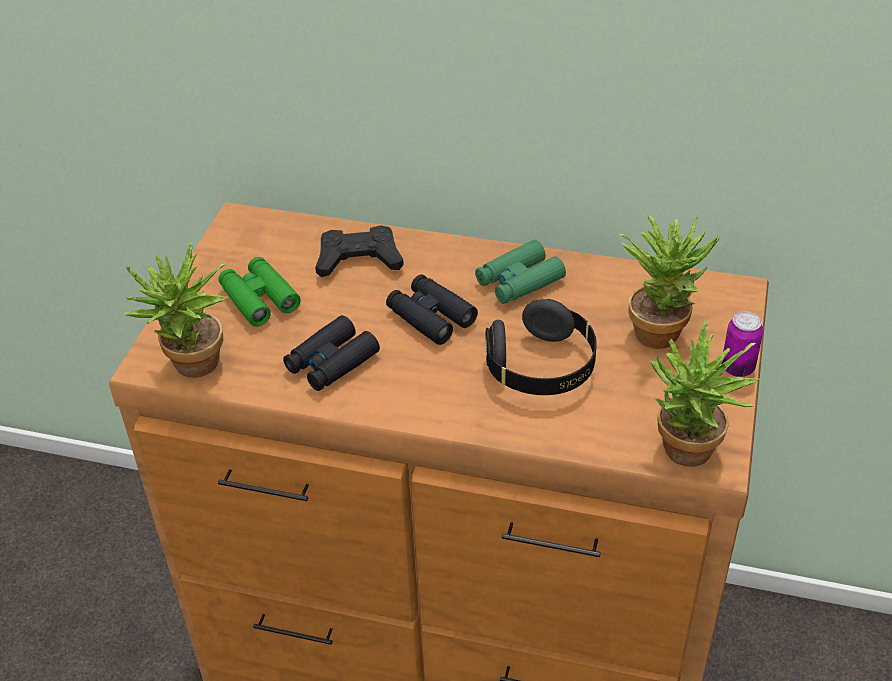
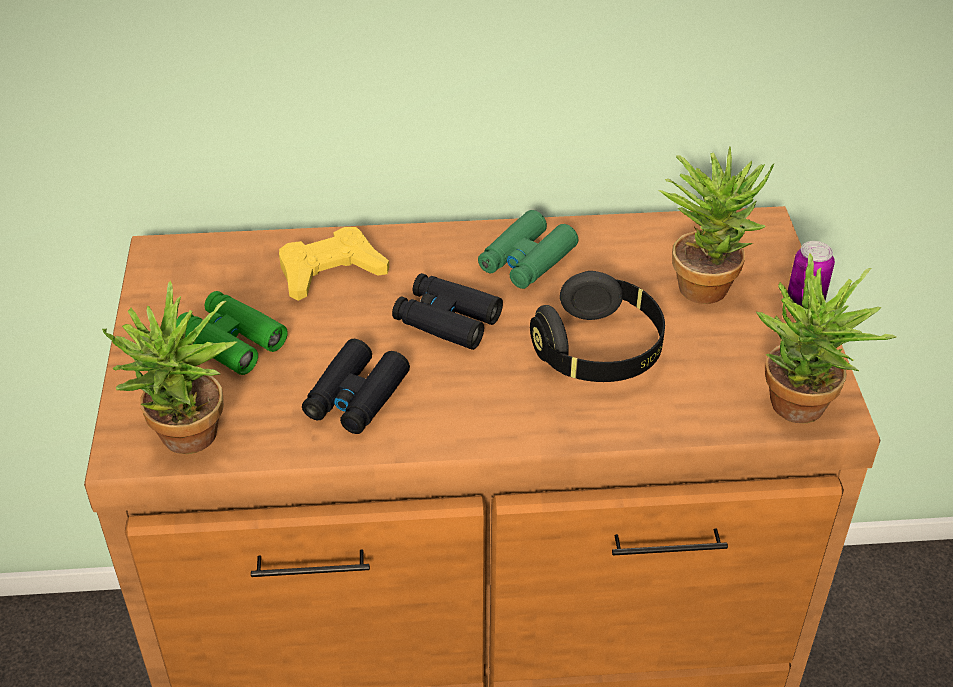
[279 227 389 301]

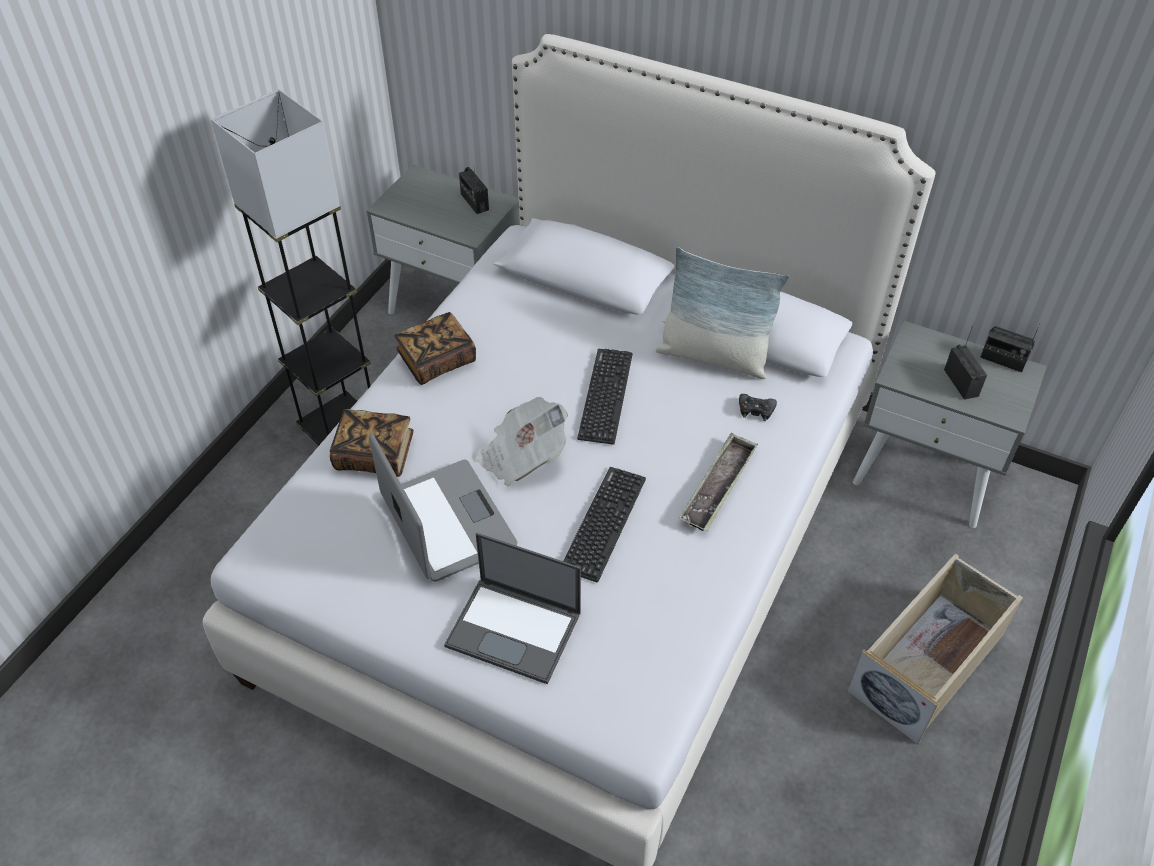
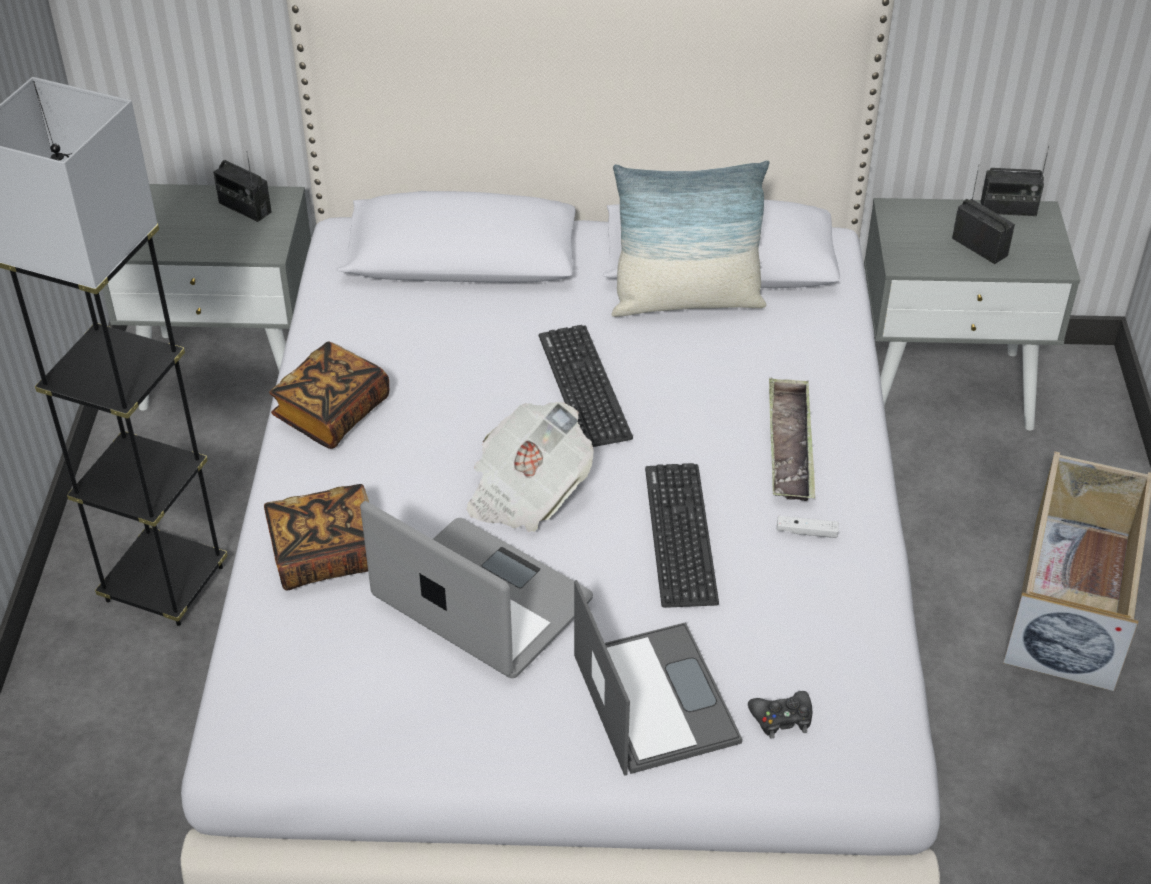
[748 691 812 738]
[574 580 742 776]
[777 516 839 538]

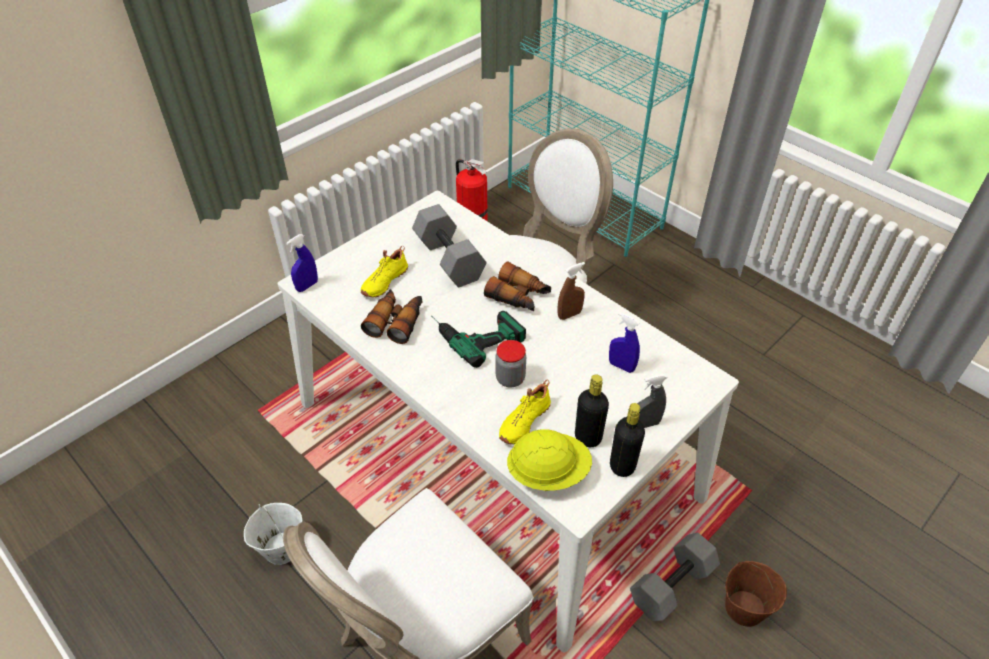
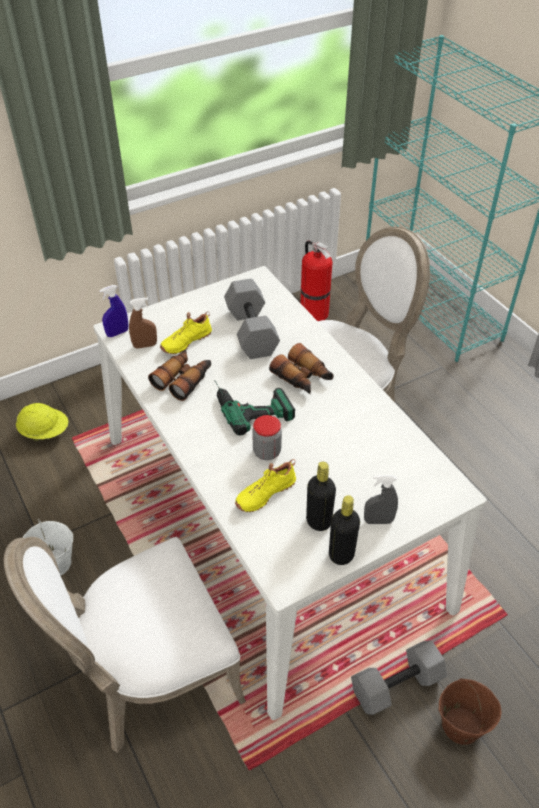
[129 297 157 349]
[609 313 640 373] (first image)
[16 403 69 441]

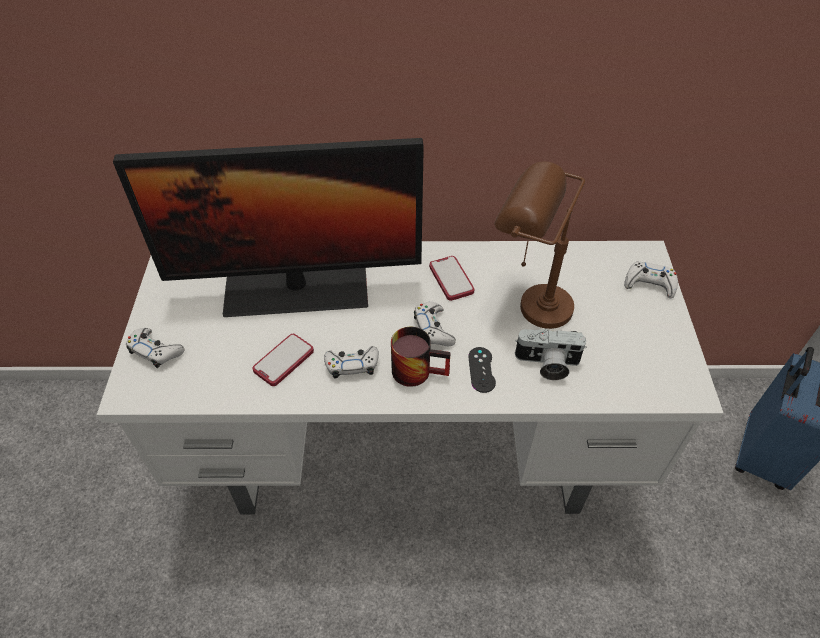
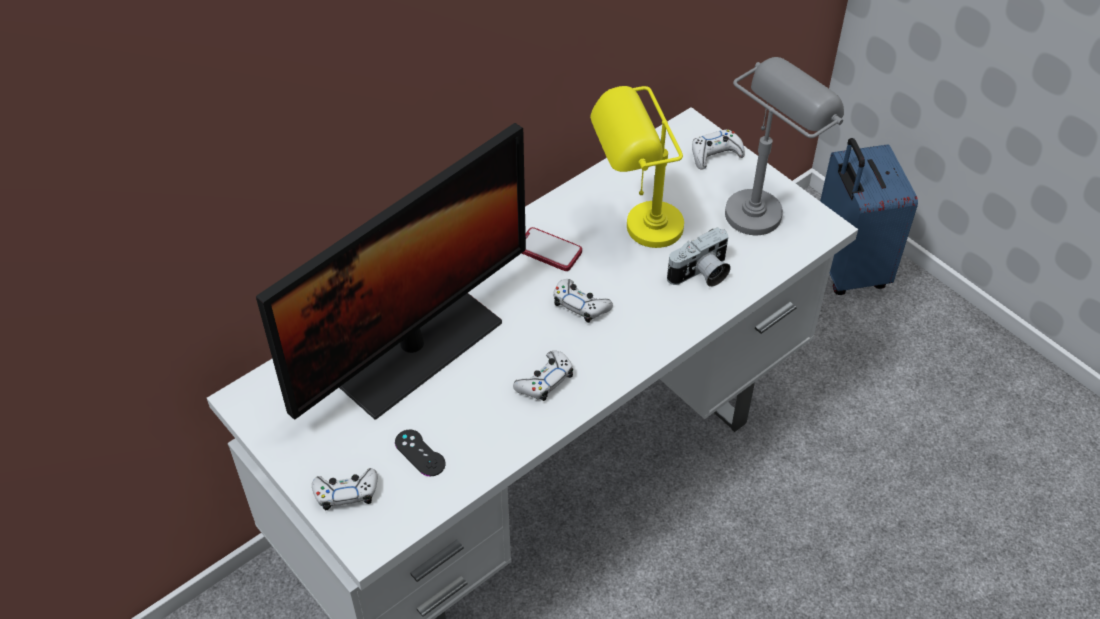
[590 86 684 248]
[391 327 451 387] (first image)
[252 334 314 386] (first image)
[395 430 445 477]
[725 57 844 235]

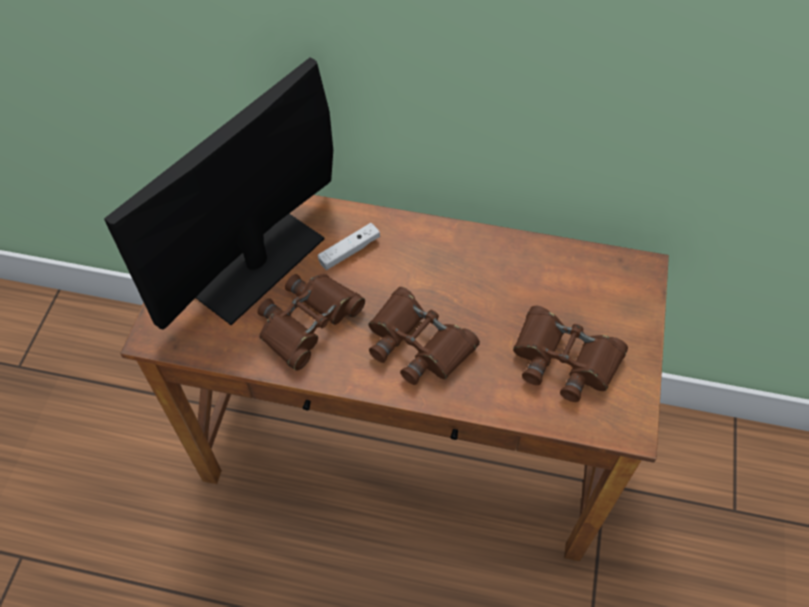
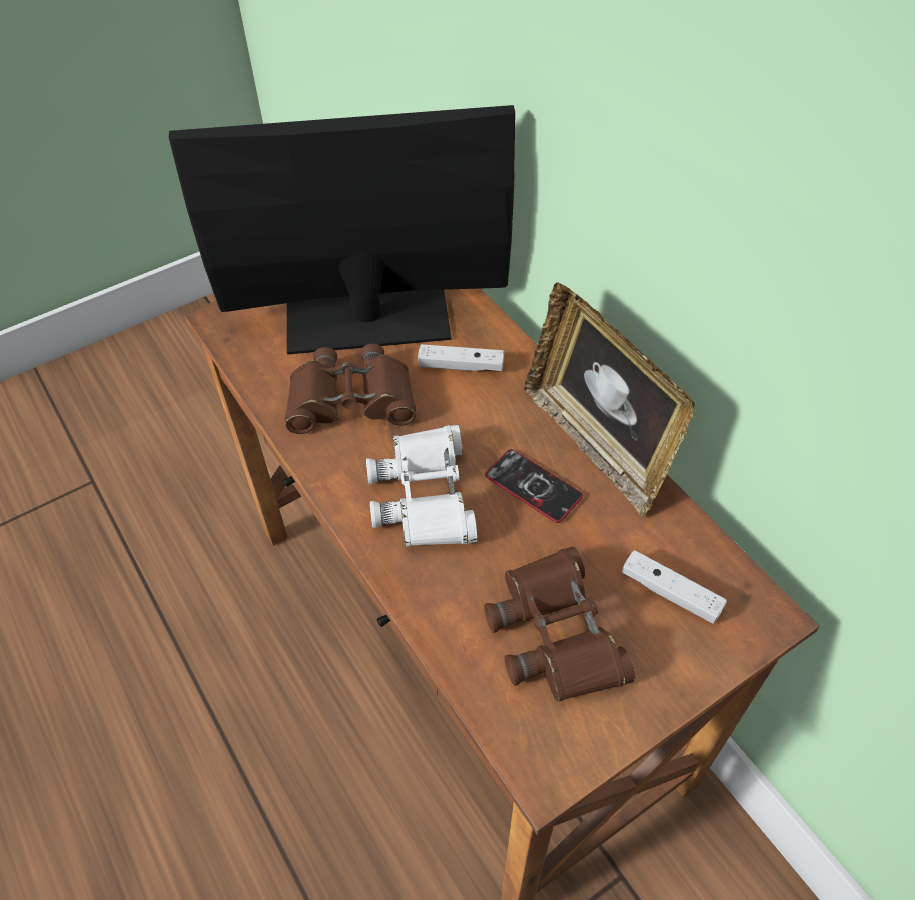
[366 425 478 546]
[524 283 695 517]
[485 449 583 523]
[622 550 727 624]

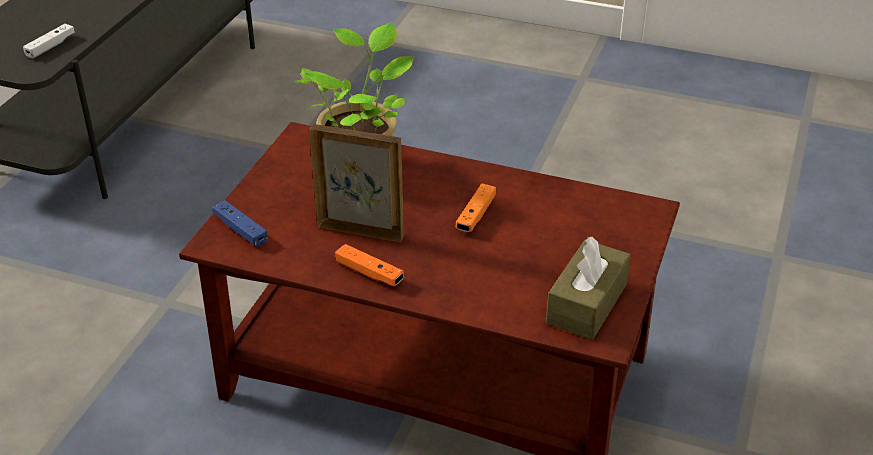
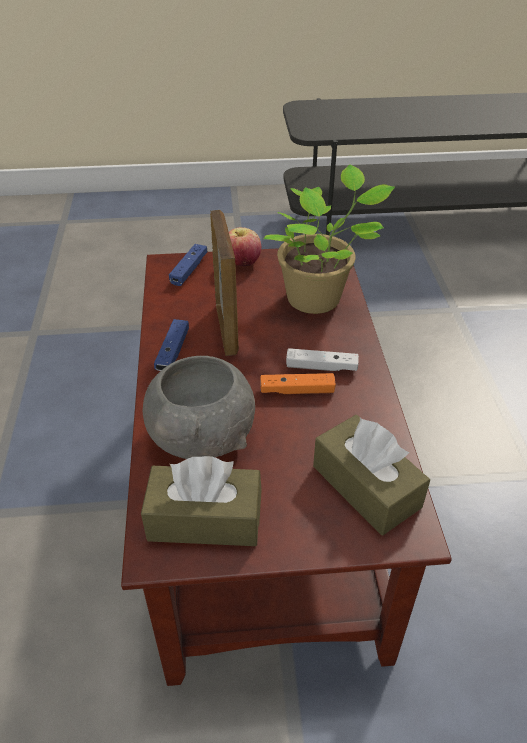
[286 348 359 371]
[154 319 189 371]
[229 227 261 266]
[143 356 255 459]
[313 415 430 535]

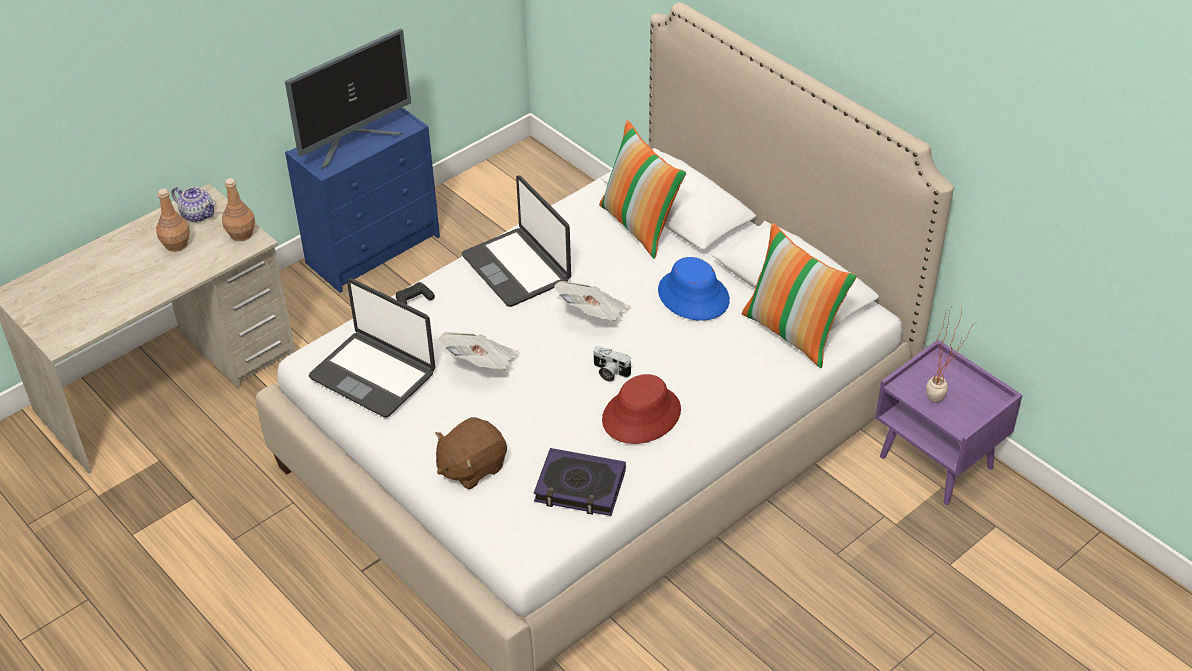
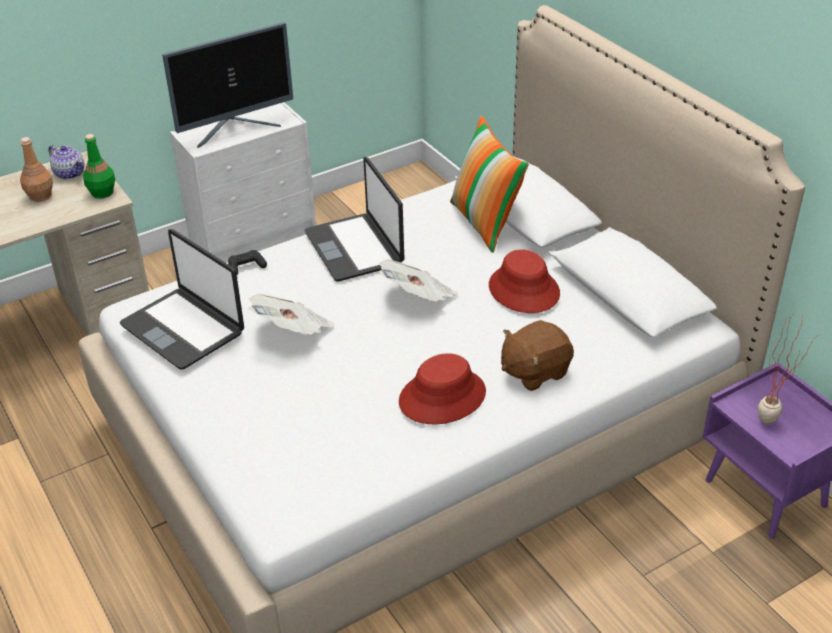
[170 102 316 263]
[83 134 115 199]
[742 223 857 368] (first image)
[489 249 560 313]
[593 346 632 382] (first image)
[501 320 574 391]
[534 448 626 516] (first image)

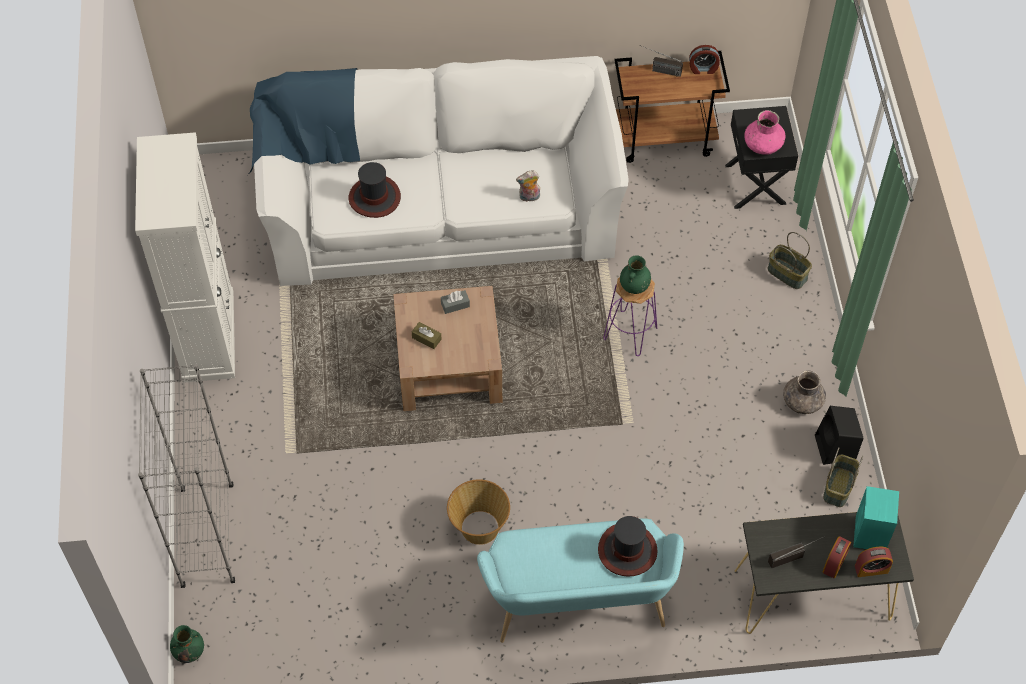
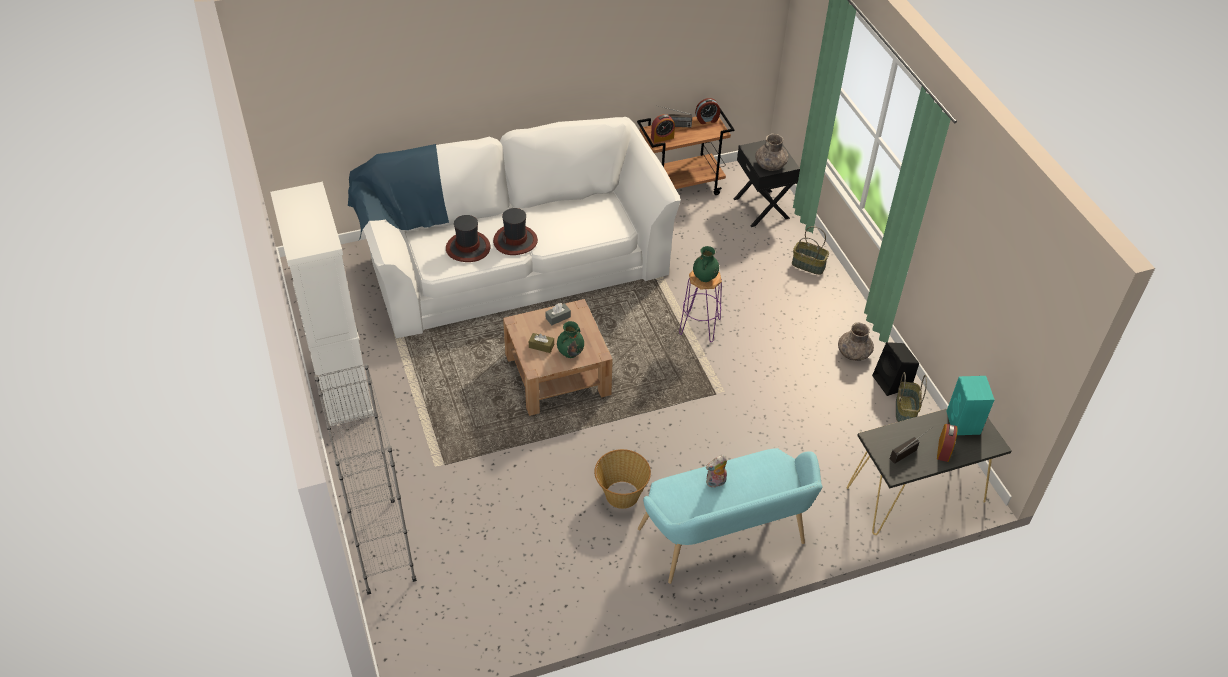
[755 134 788 171]
[706 455 727 488]
[493 208 538 255]
[651 114 675 143]
[557 321 584 358]

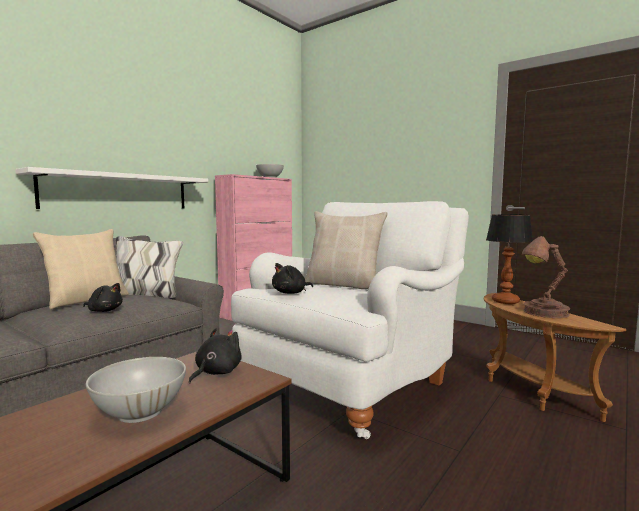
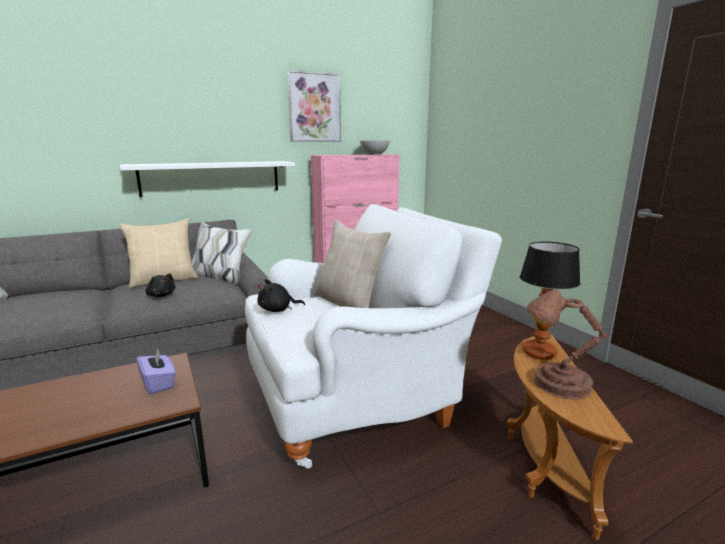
[137 349 176 394]
[86 357 186 423] (first image)
[287 70 341 142]

